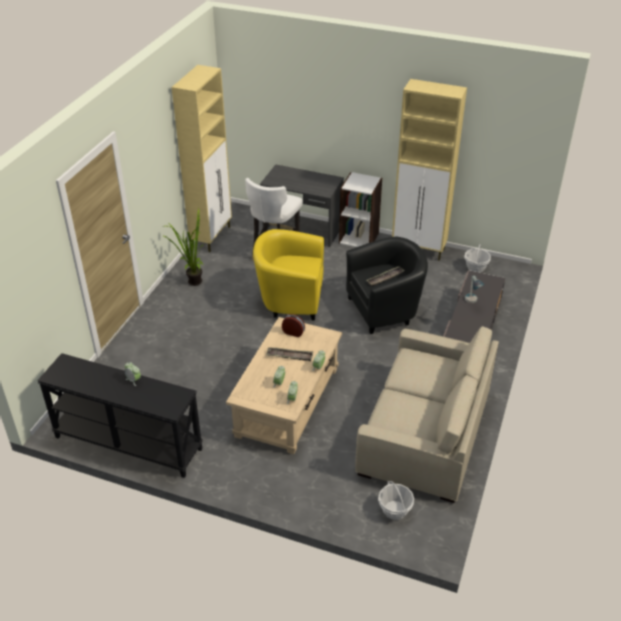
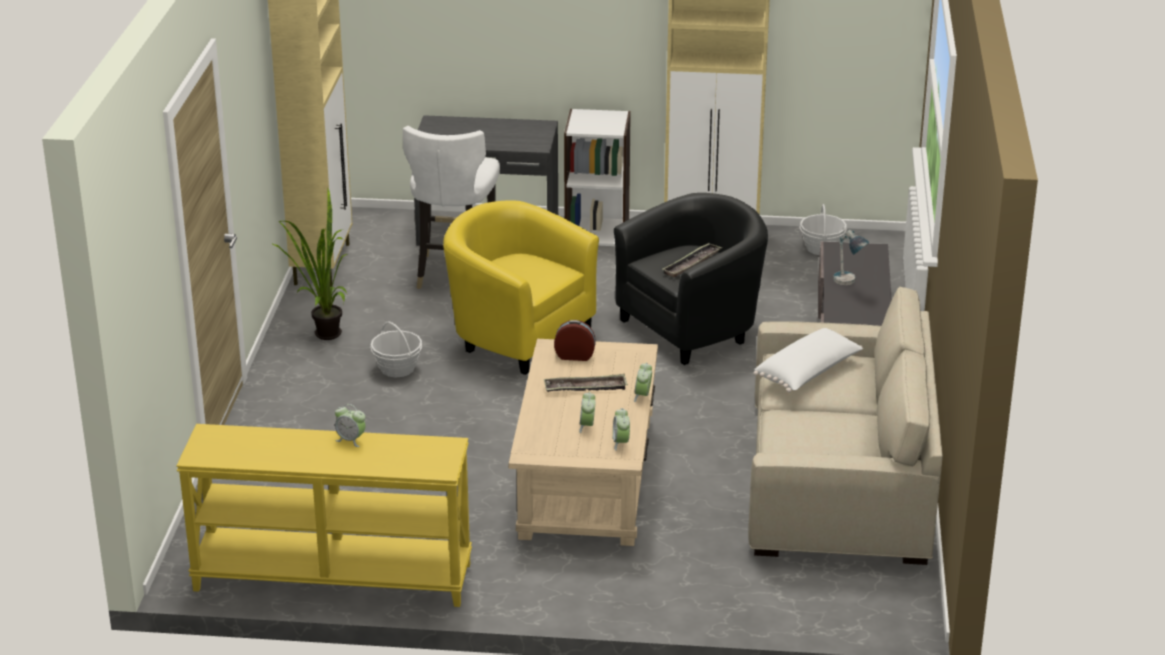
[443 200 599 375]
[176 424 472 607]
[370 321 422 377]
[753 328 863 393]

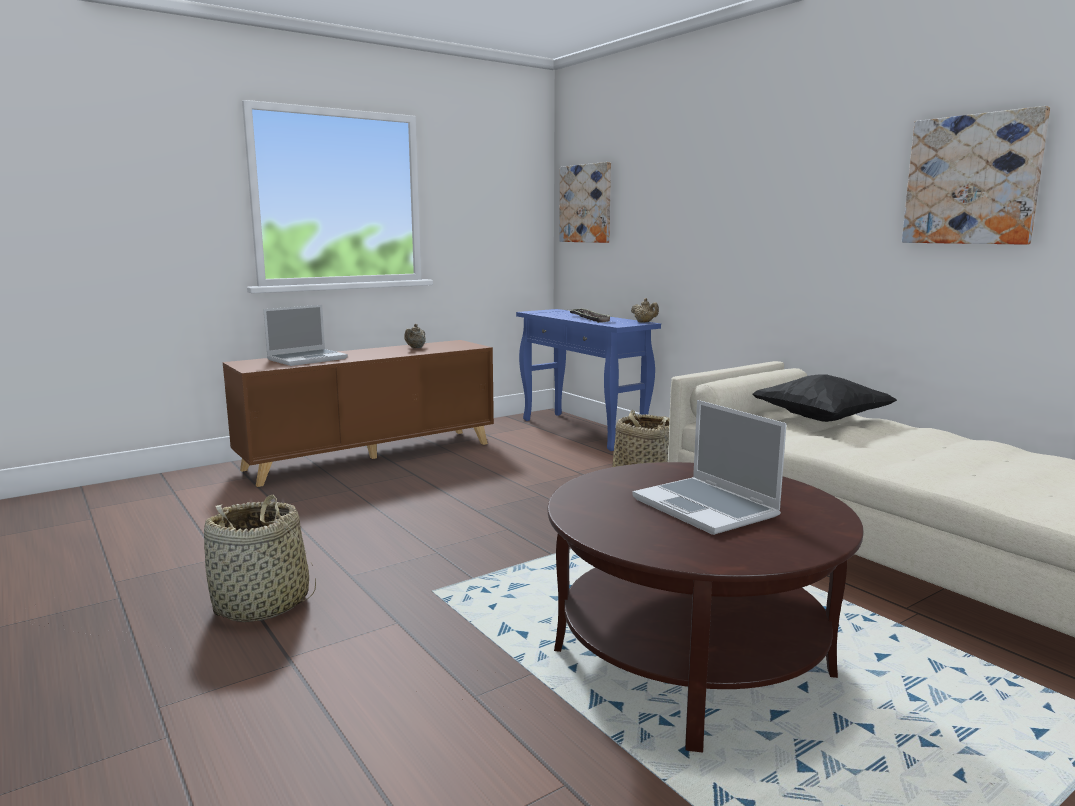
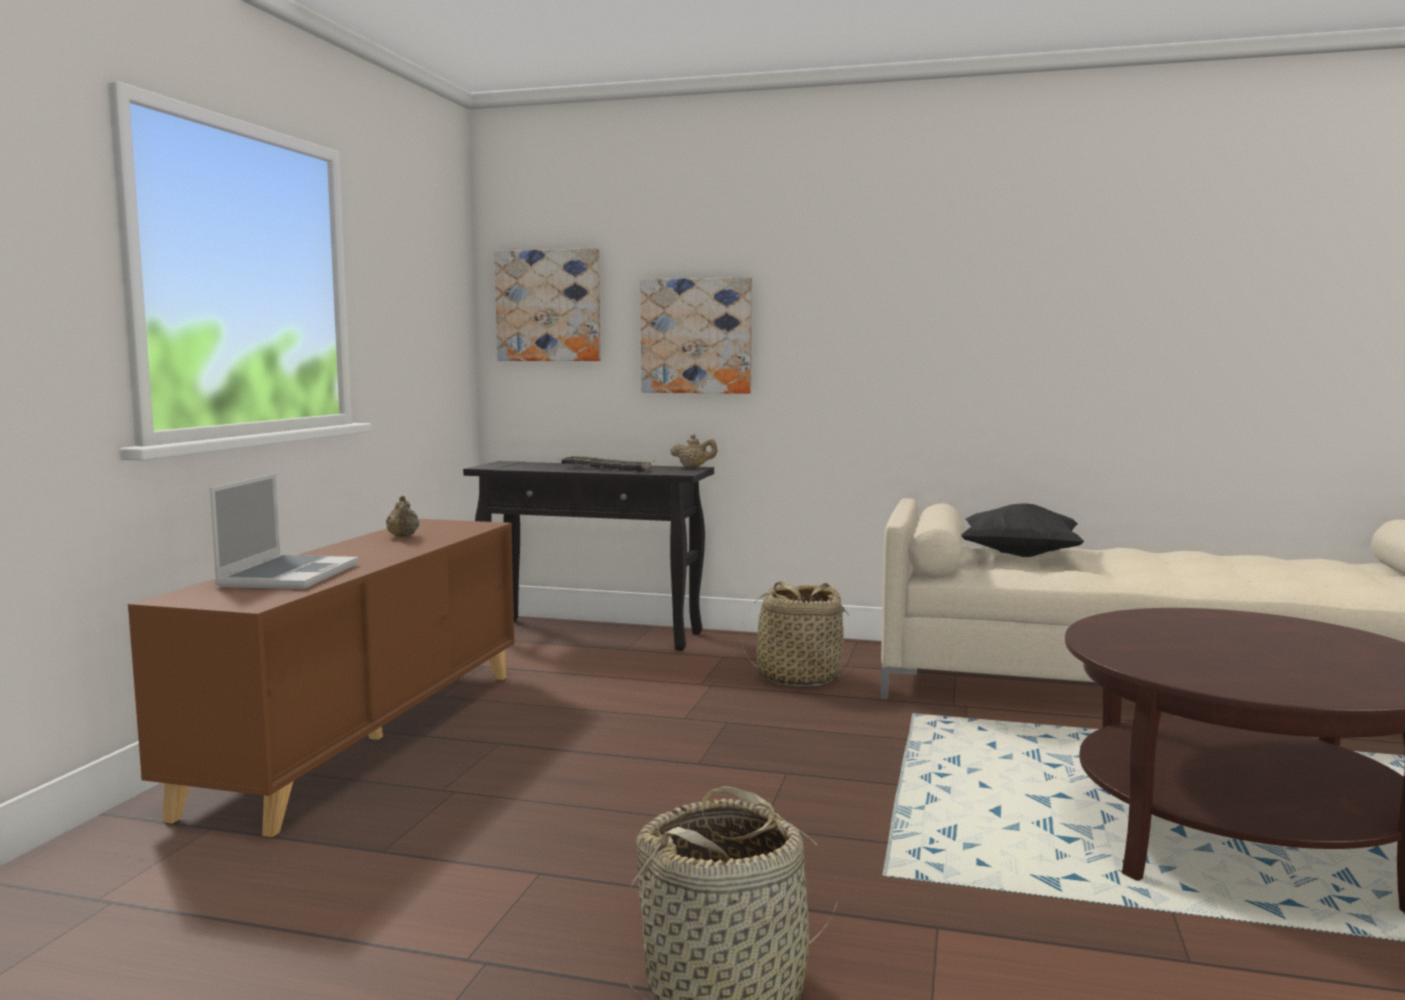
[640 277 752 394]
[463 461 714 651]
[632 400 787 535] (first image)

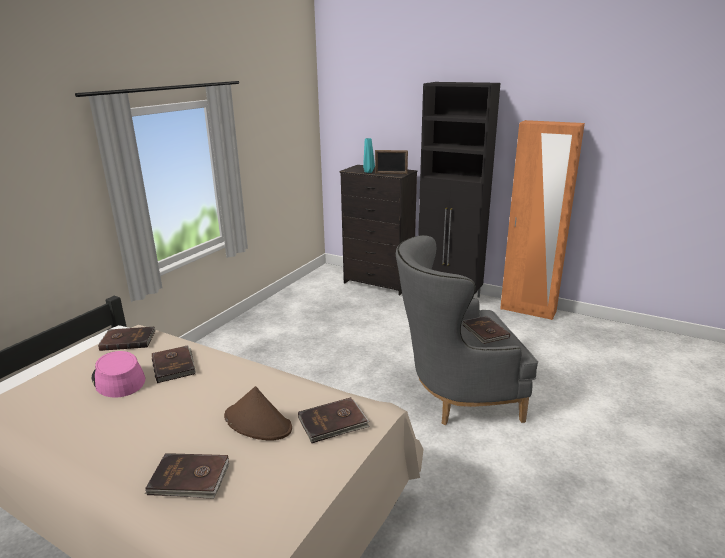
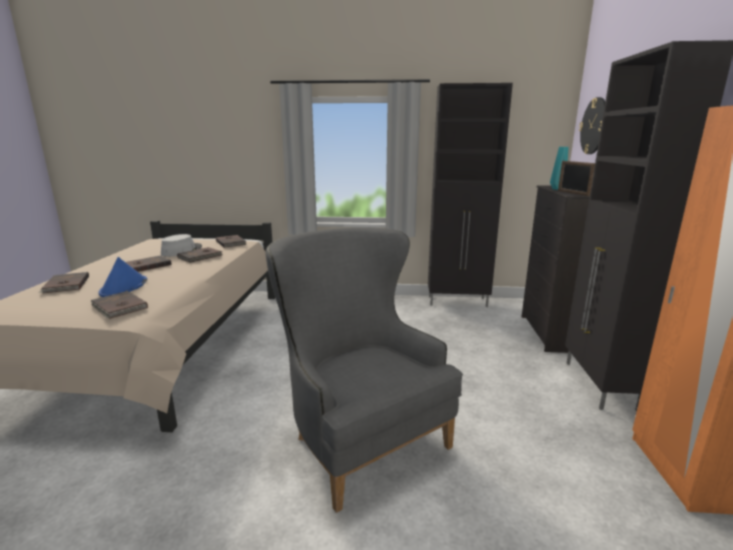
[126 255 172 272]
[161 234 202 257]
[99 257 147 297]
[428 83 513 307]
[579 97 605 154]

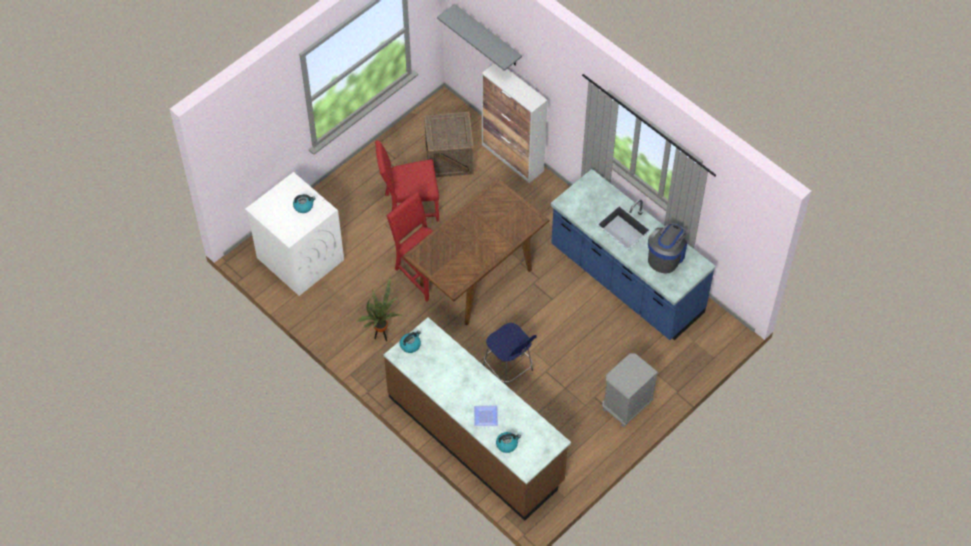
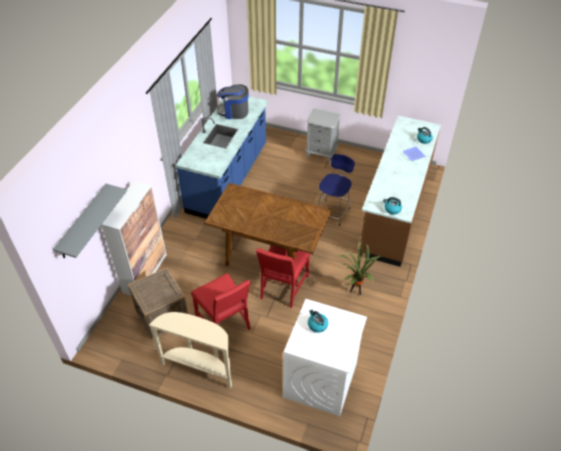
[148 312 232 388]

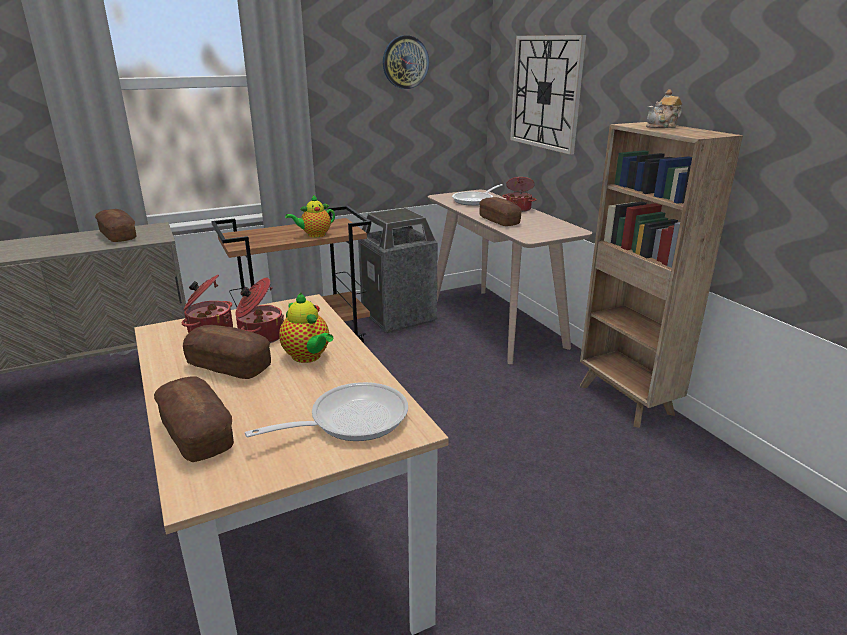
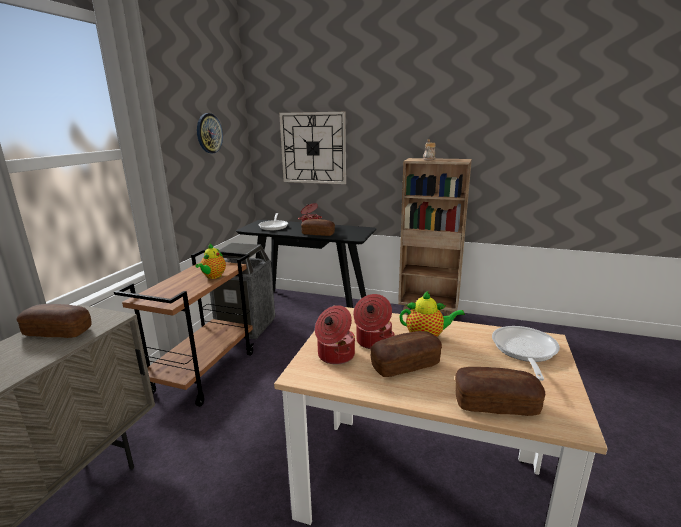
[236 220 376 308]

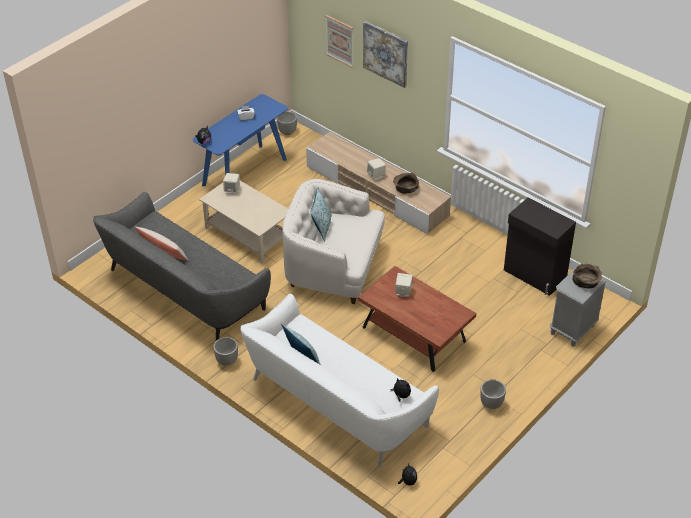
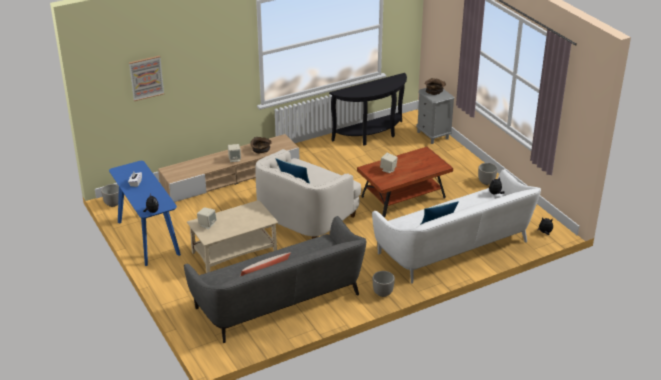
[363 21 408 88] (first image)
[329 73 407 146]

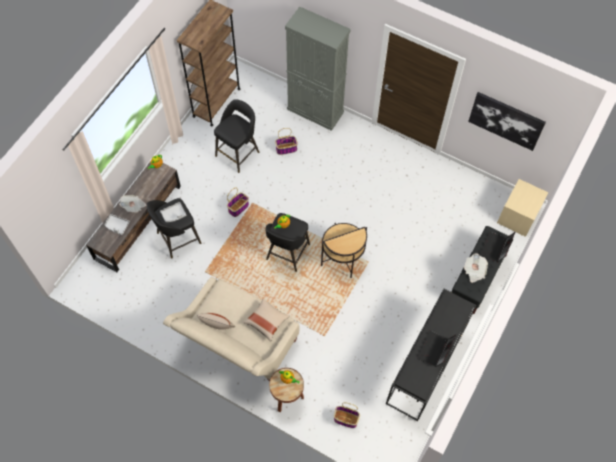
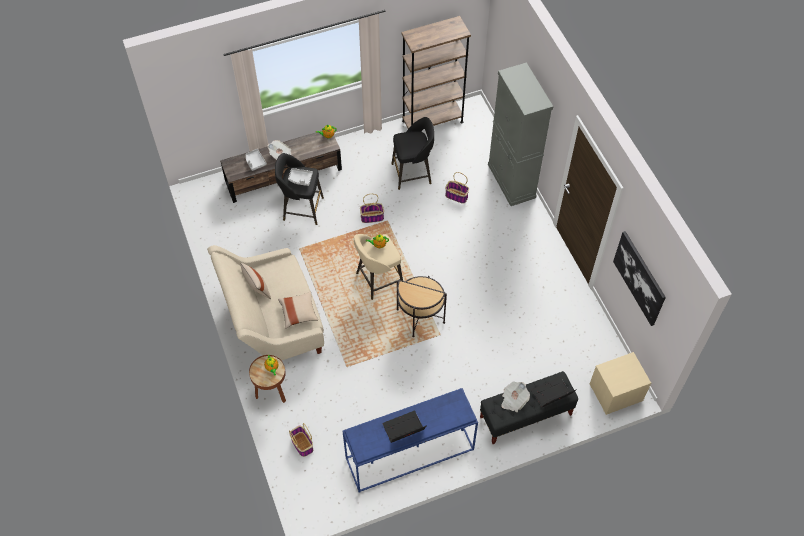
[354 234 403 300]
[342 388 478 492]

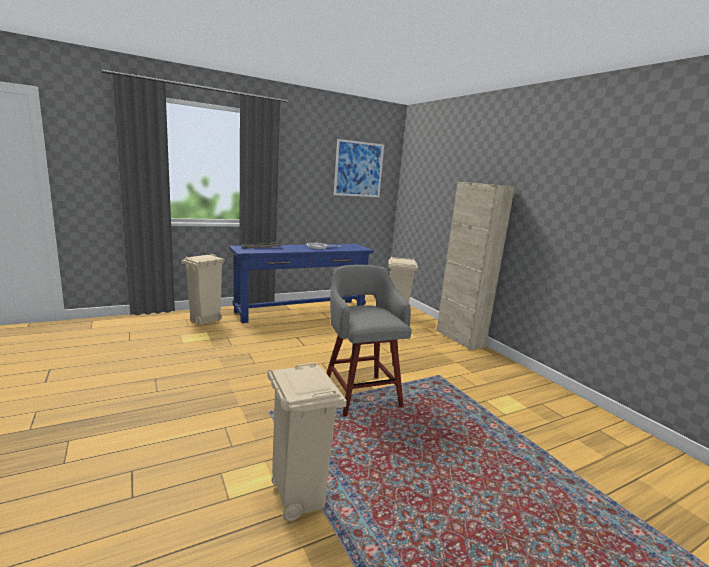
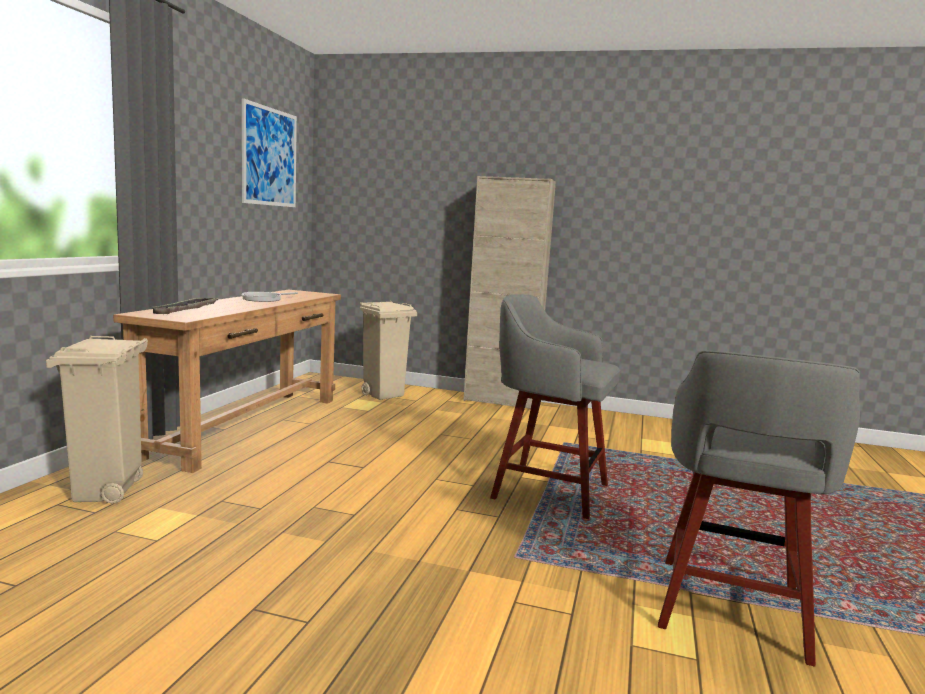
[113 290 341 473]
[658 351 860 667]

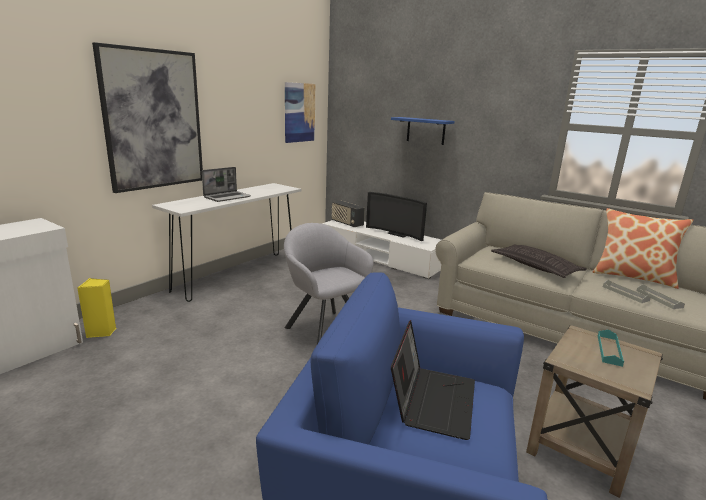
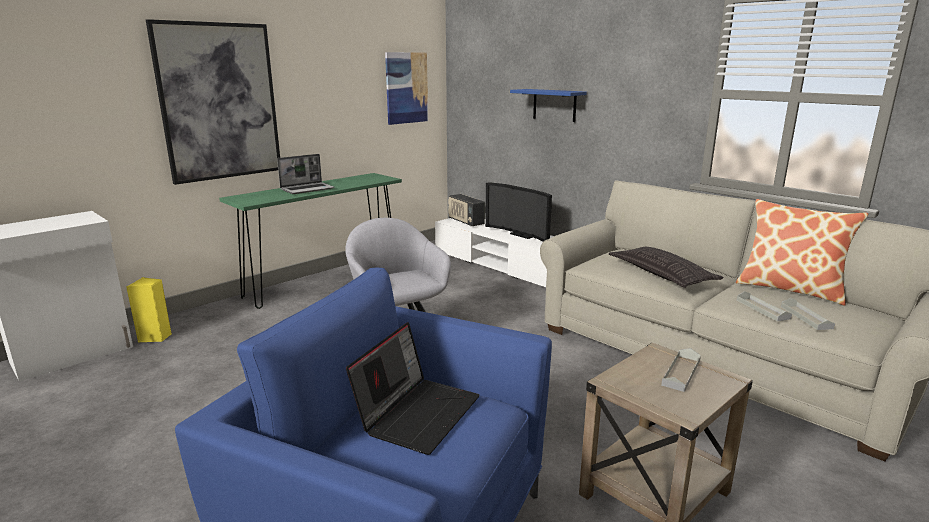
[219 173 402 309]
[661 348 701 392]

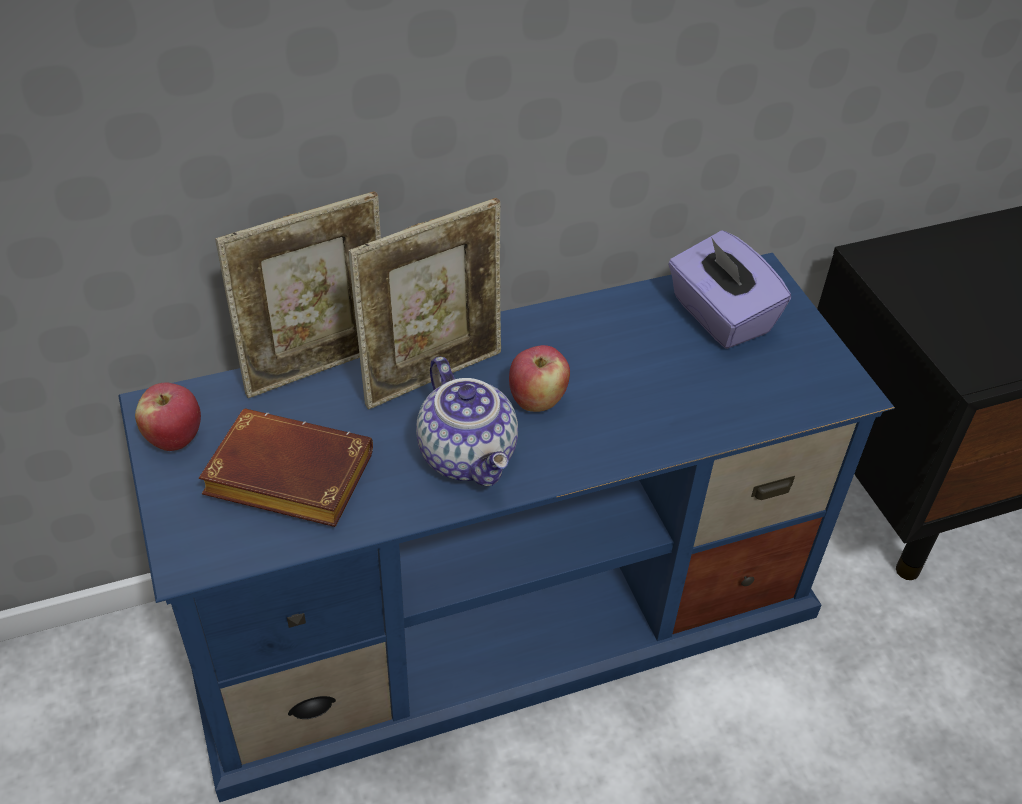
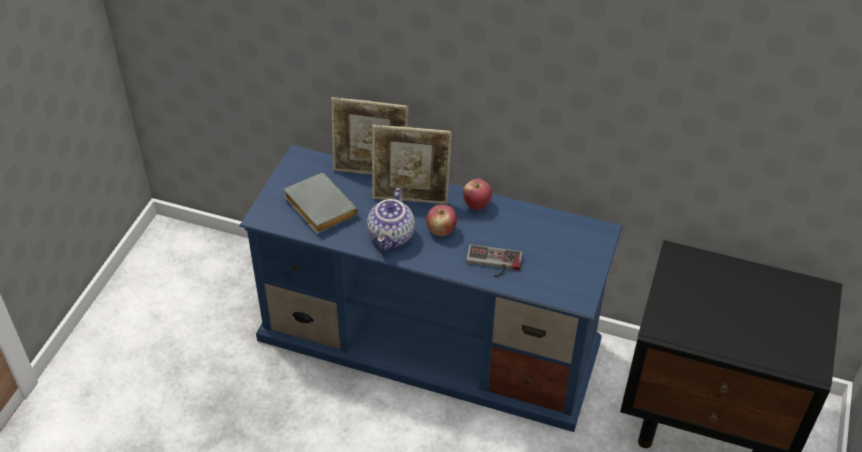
[668 230 791 349] (first image)
[463 178 492 210]
[283 173 358 234]
[466 244 522 277]

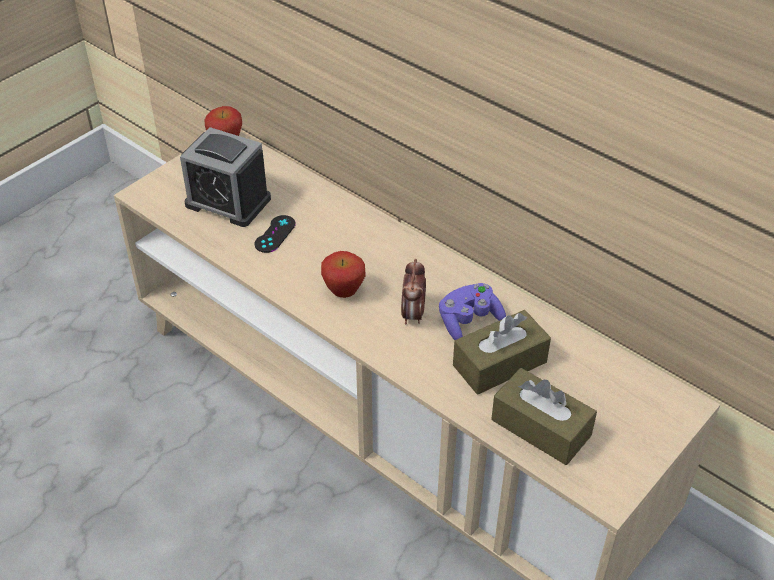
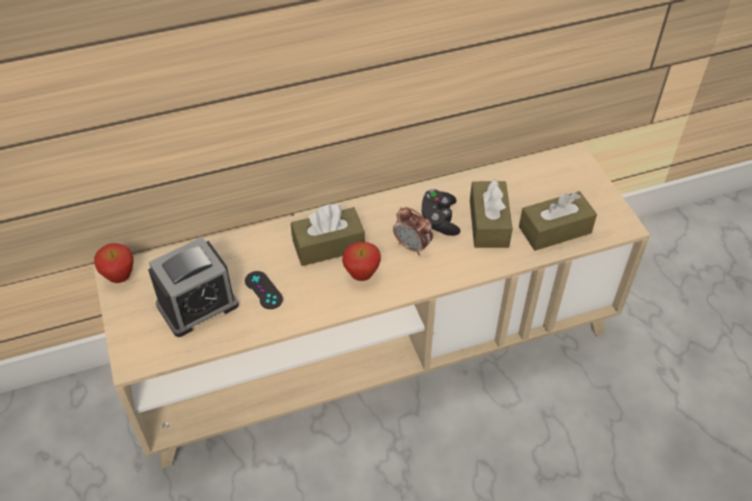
[422 189 460 236]
[291 204 365 266]

